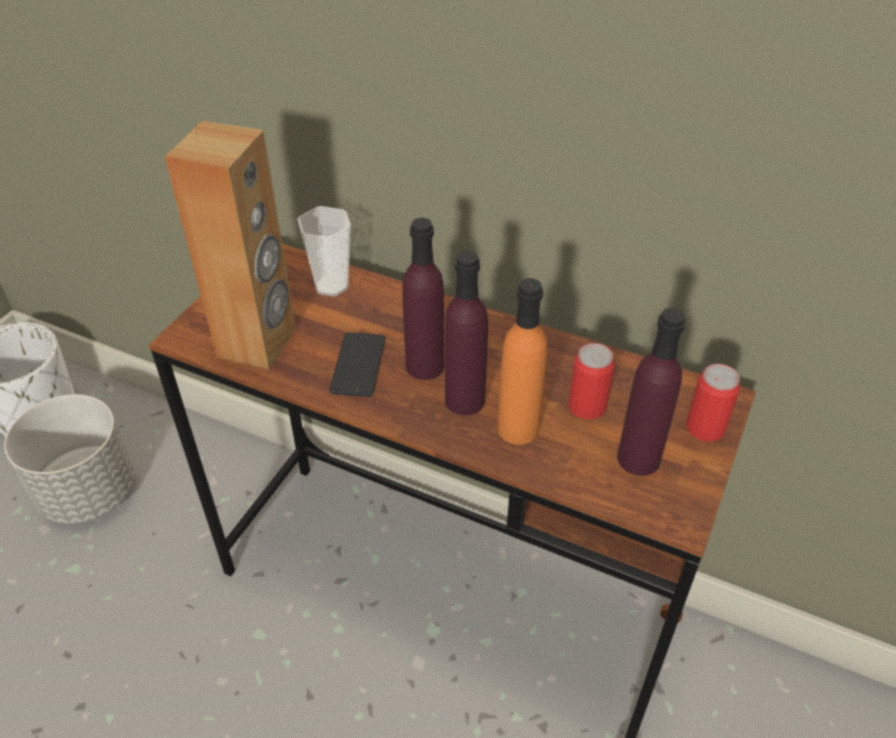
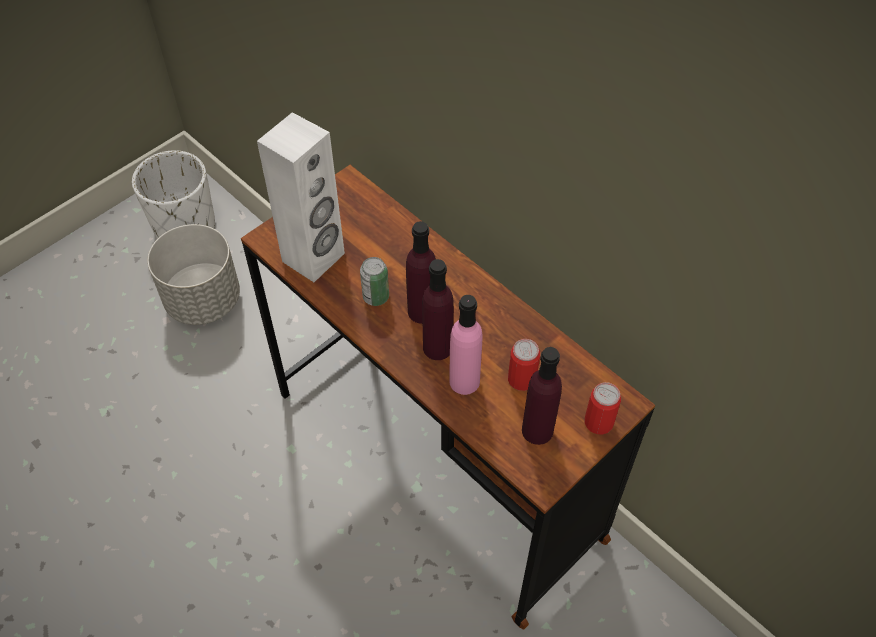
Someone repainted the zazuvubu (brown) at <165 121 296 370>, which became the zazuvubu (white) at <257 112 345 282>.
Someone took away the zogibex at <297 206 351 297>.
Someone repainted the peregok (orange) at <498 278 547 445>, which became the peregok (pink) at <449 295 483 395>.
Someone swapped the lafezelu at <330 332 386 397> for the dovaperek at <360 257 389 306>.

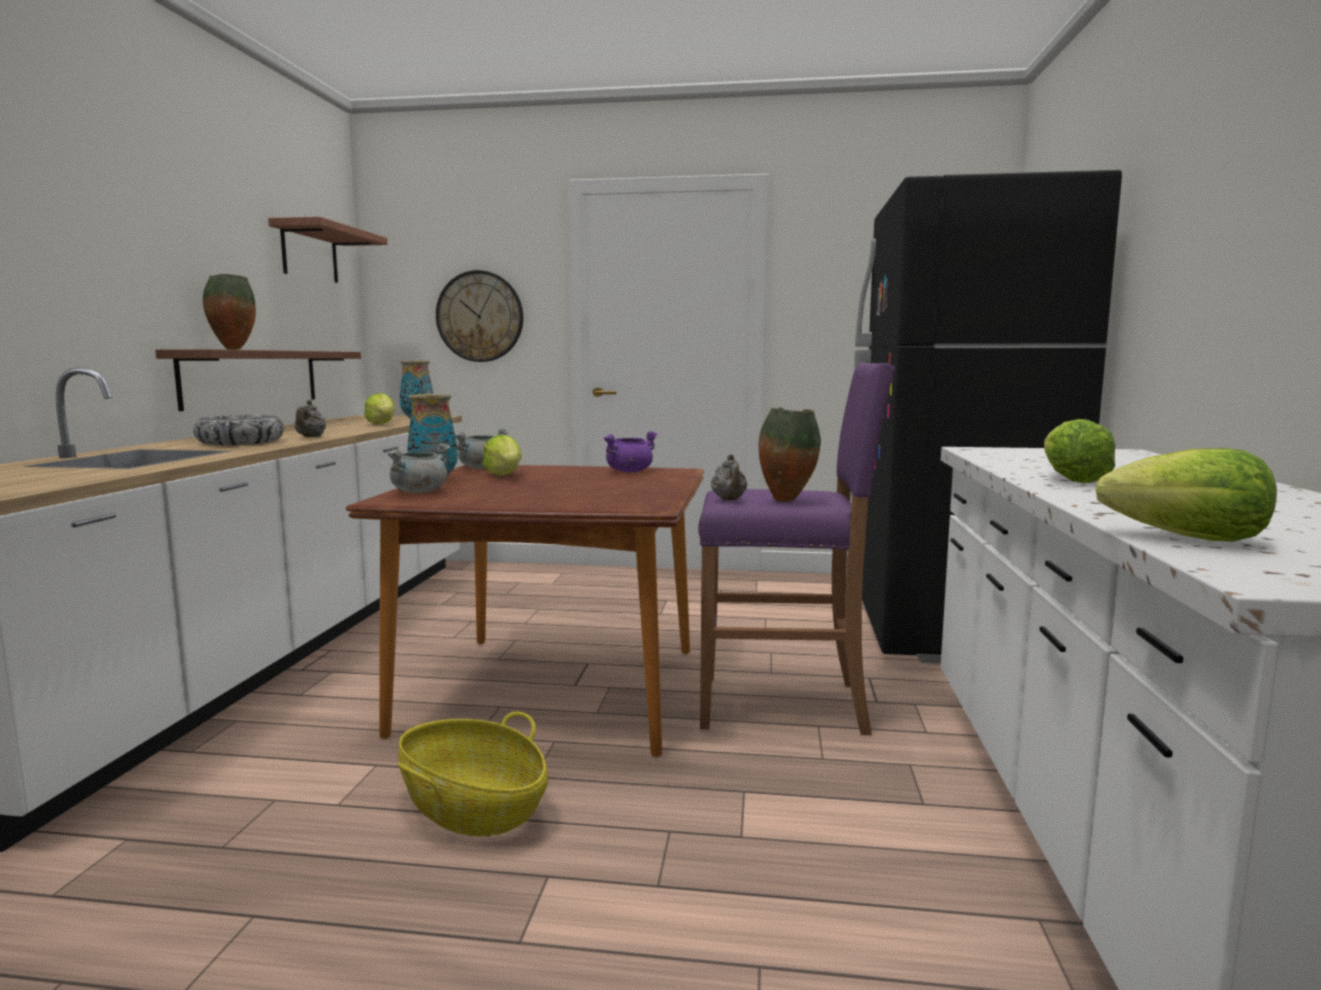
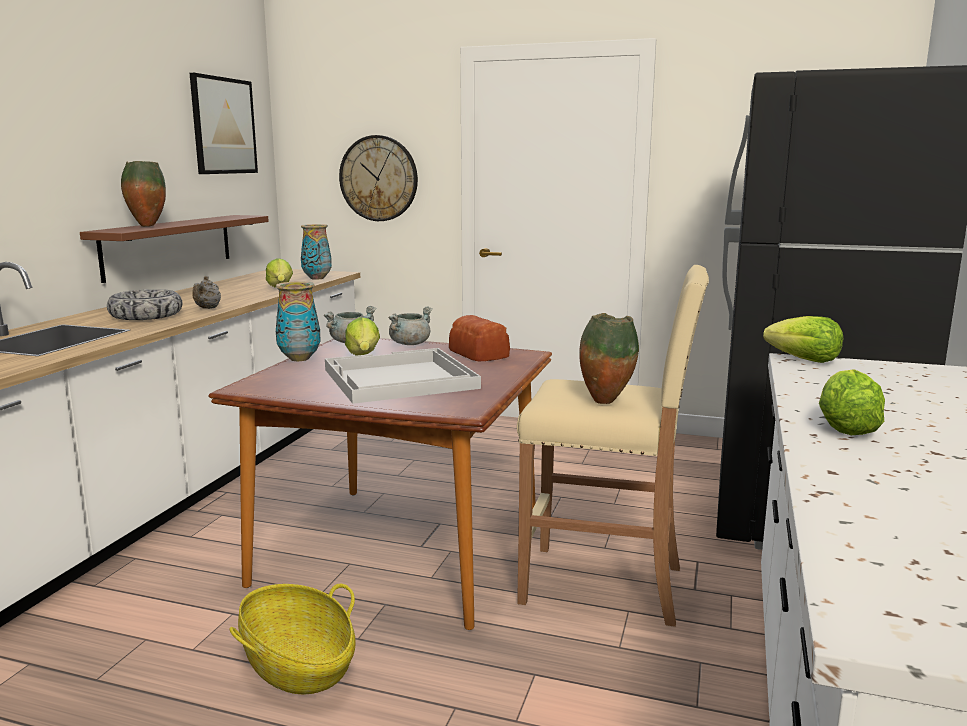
Someone swapped the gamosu at <268 217 388 283> for the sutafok at <190 73 258 174>.
Someone repainted the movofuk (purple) at <698 362 895 735>, which became the movofuk (beige) at <517 265 709 627>.
Someone swapped the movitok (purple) at <604 431 658 472> for the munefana at <449 315 510 361>.
Someone carried the movitok (grey) from <387 443 450 493> to <388 307 433 345>.
Someone carried the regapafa from <1095 448 1277 542> to <763 316 843 363>.
Someone took away the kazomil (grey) at <711 454 747 500>.
Someone put down the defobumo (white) at <325 348 481 404>.

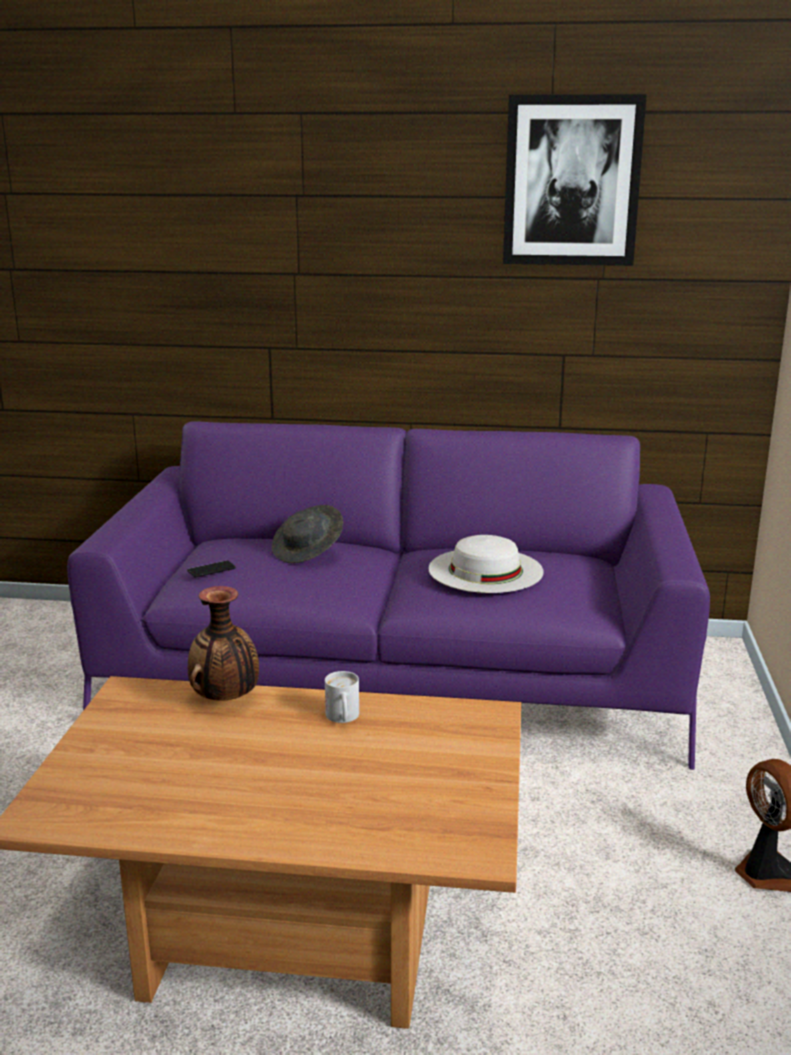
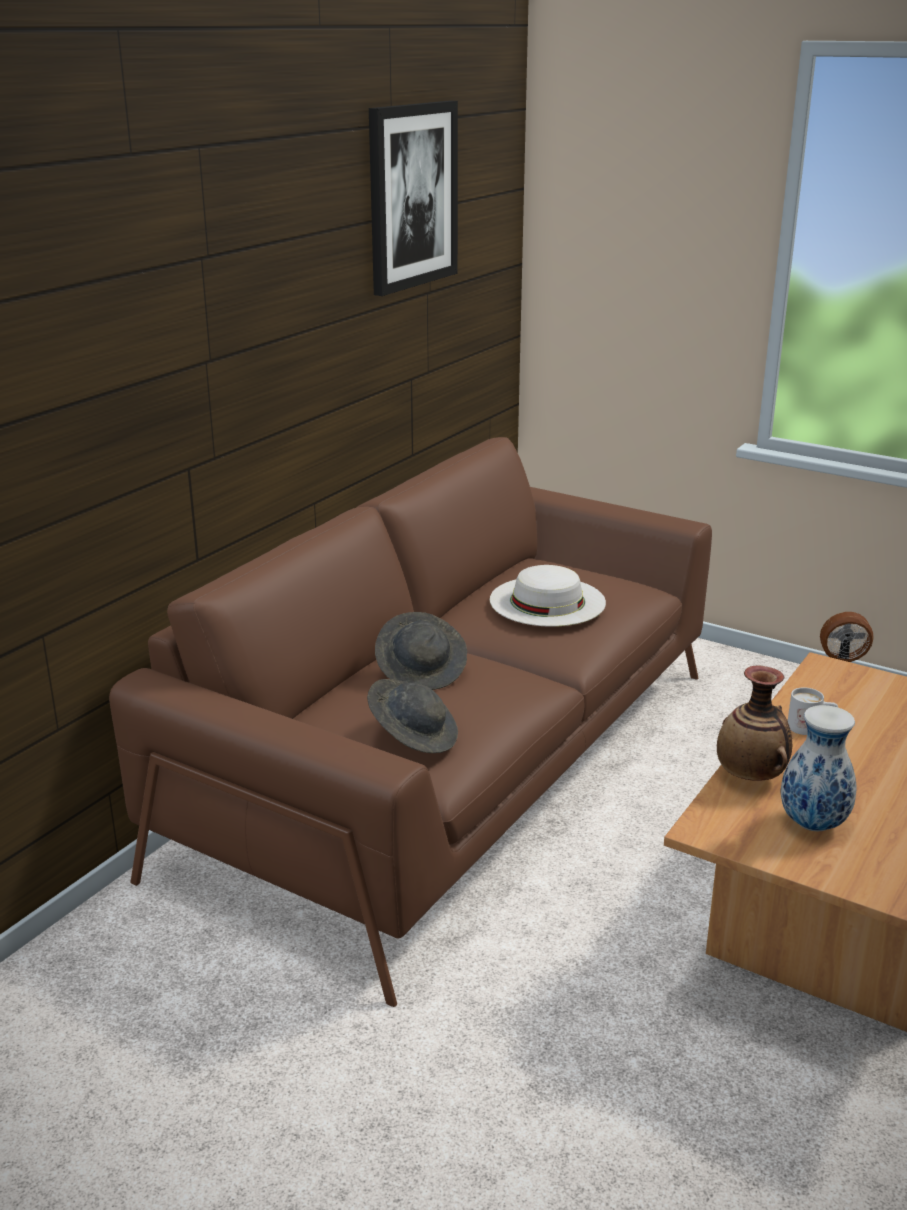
Someone repainted the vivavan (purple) at <67 421 710 770>, which became the vivavan (brown) at <109 437 712 1007>.
Someone swapped the lafezelu at <187 560 236 577> for the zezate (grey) at <367 679 458 753>.
Someone put down the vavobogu at <781 705 857 831>.

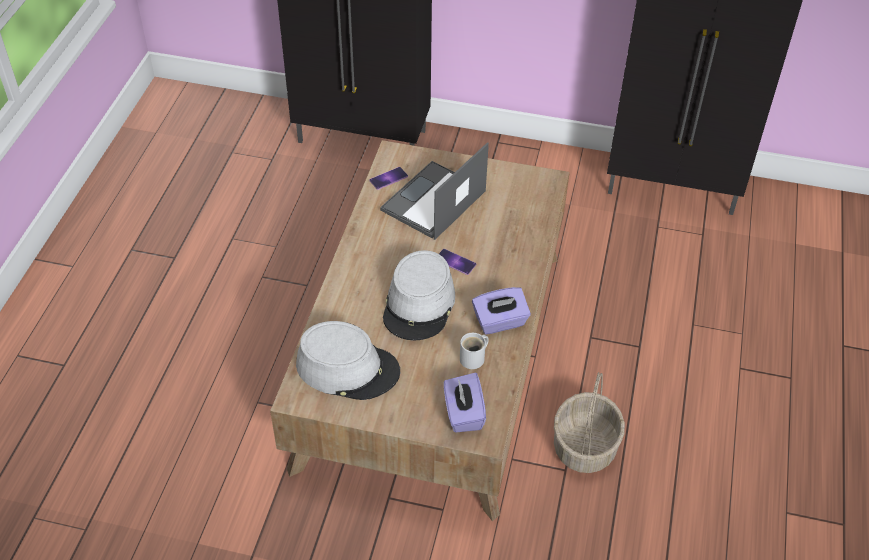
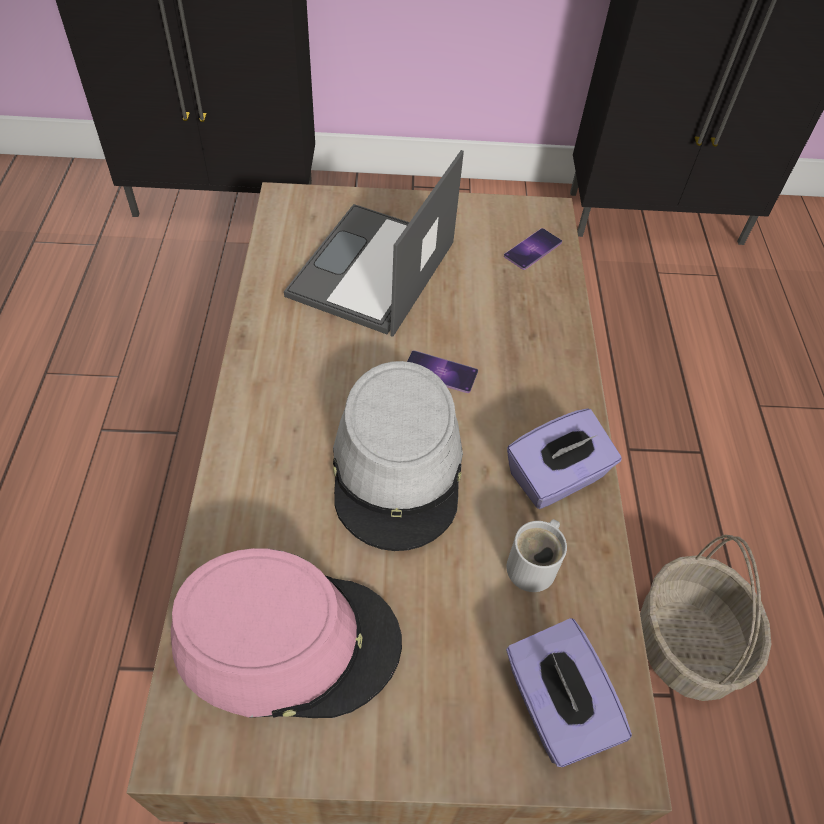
Someone carried the lafezelu from <369 167 408 190> to <504 228 562 270>.
Someone repainted the zezate (grey) at <296 321 400 400>, which became the zezate (pink) at <171 548 402 718>.

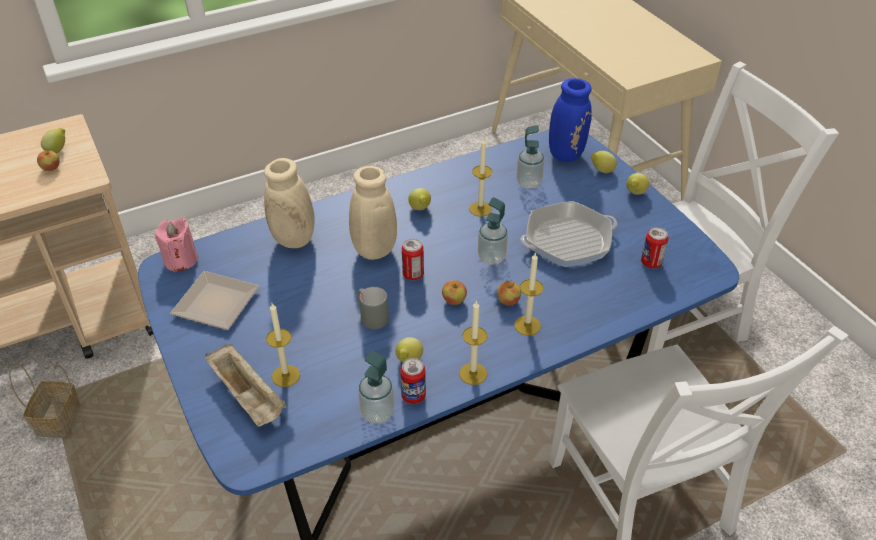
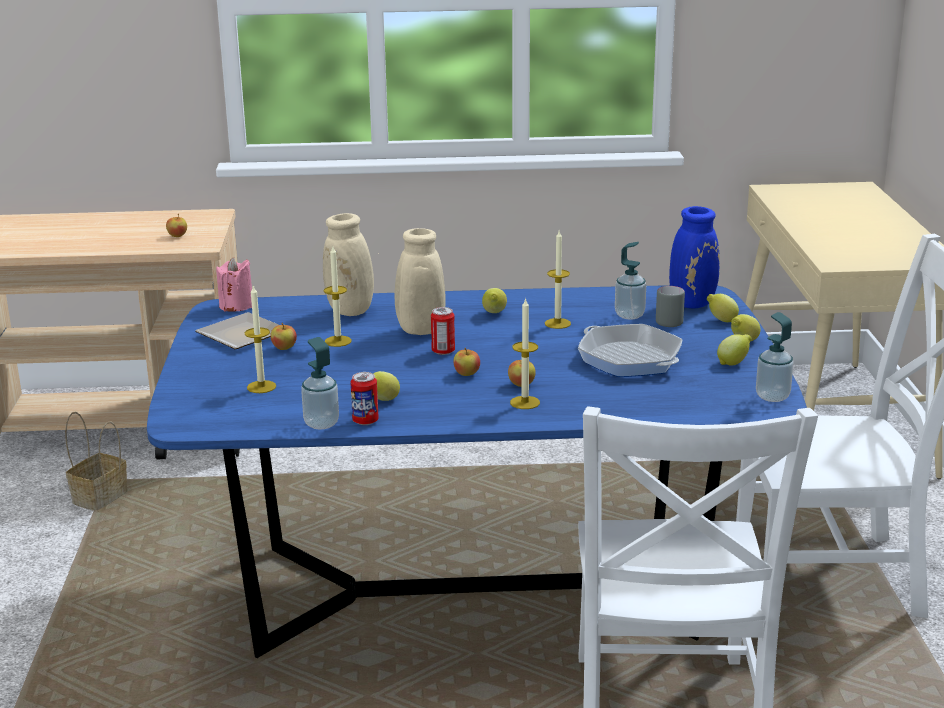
Someone carried the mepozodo from <41 128 65 153> to <717 334 752 366>.
Someone carried the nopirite from <478 197 508 265> to <756 312 794 402>.
Someone rotated the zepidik at <520 201 617 267> by 135 degrees counterclockwise.
Someone took away the dovaperek at <641 227 669 268>.
Someone carried the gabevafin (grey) from <357 287 389 329> to <656 286 685 327>.
Someone carried the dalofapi from <459 300 487 385> to <324 247 352 347>.
Someone took away the defobumo (beige) at <205 344 286 427>.
Someone put down the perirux at <270 323 297 350>.

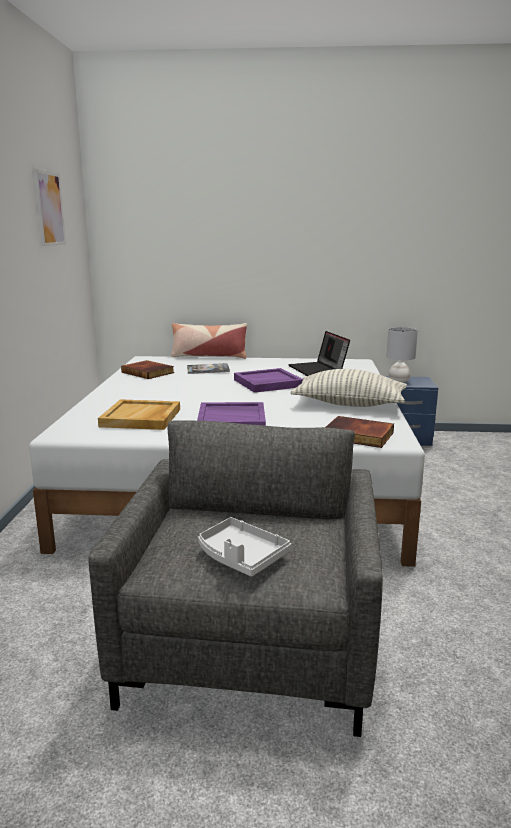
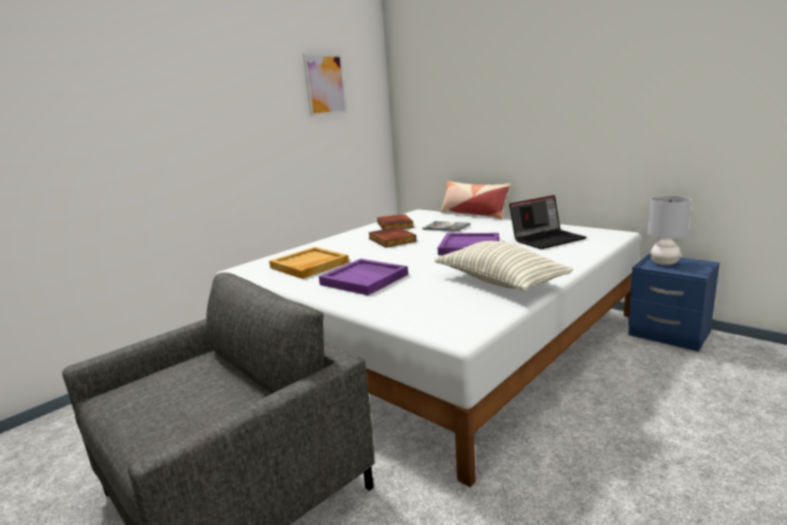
Someone rotated the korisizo at <288 331 350 376> by 135 degrees counterclockwise.
Someone carried the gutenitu from <326 416 394 448> to <368 227 416 248>.
Someone took away the defobumo (grey) at <198 517 291 577>.

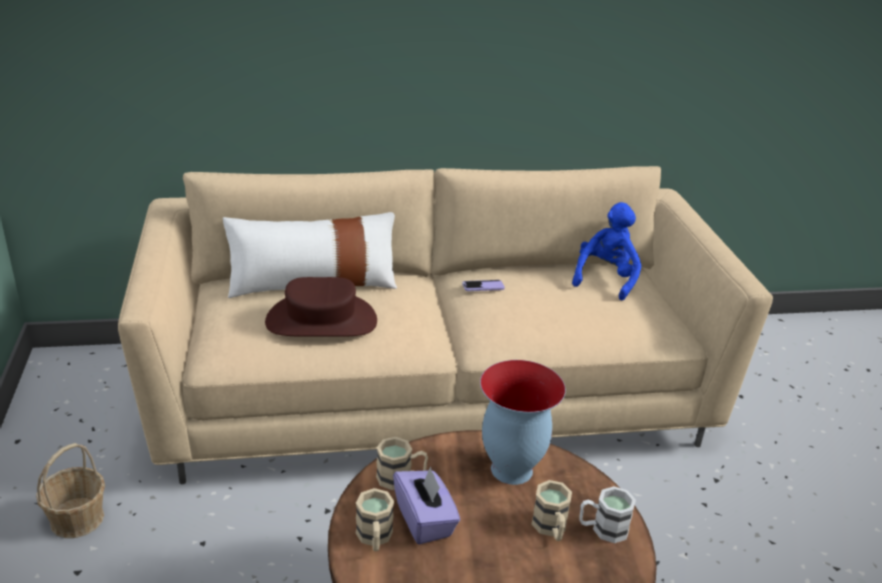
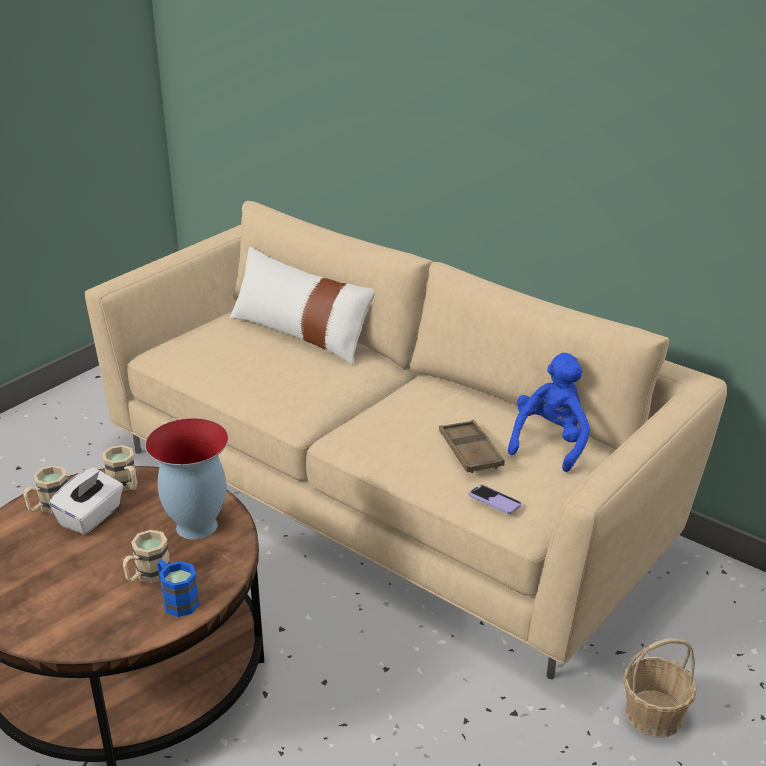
Someone rotated the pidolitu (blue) at <572 202 641 301> by 45 degrees counterclockwise.
Someone took away the zezate (brown) at <265 277 377 337>.
Someone carried the lafezelu from <462 280 505 291> to <468 485 521 514>.
Someone carried the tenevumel from <36 443 105 538> to <623 638 697 738>.
Someone repainted the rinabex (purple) at <393 466 460 544>, which became the rinabex (white) at <49 467 124 535>.
Someone repainted the gabevafin (white) at <579 486 636 543>, which became the gabevafin (blue) at <157 560 200 617>.
Someone put down the defobumo (brown) at <439 420 505 473>.

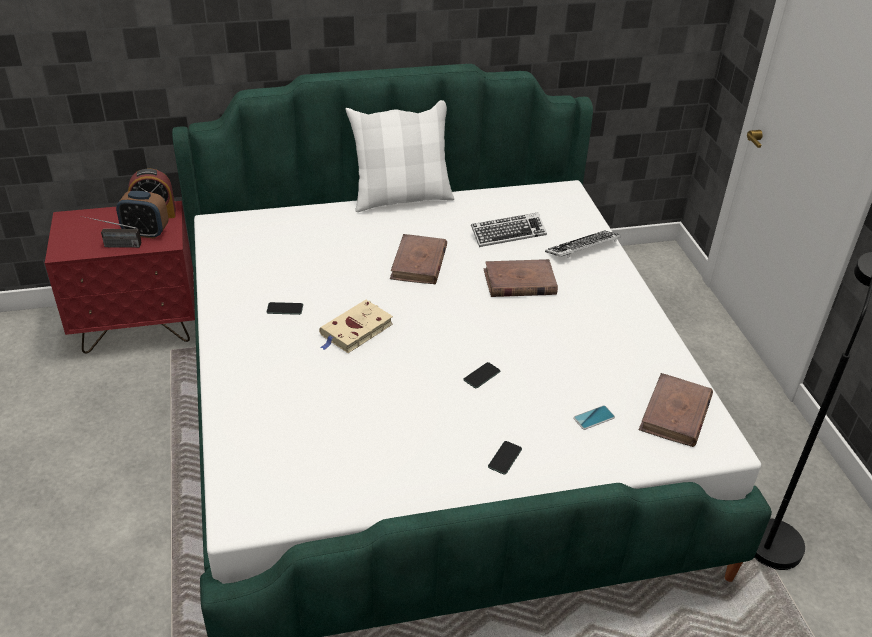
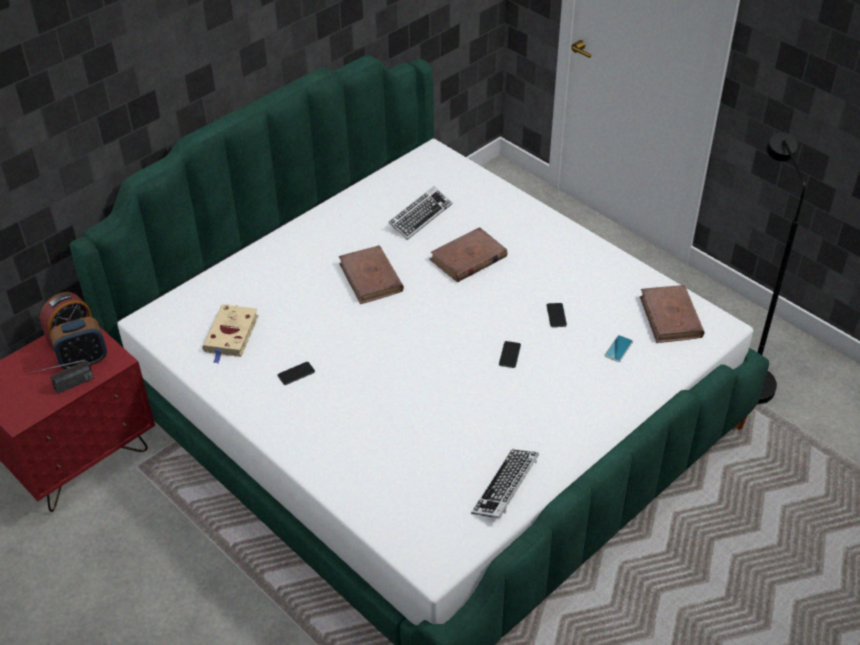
Someone took away the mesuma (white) at <346 100 454 212>.
Someone carried the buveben from <545 230 621 258> to <471 449 539 519>.
Someone carried the gutenitu (beige) from <319 300 393 353> to <202 304 259 364>.
Someone carried the lafezelu from <488 441 522 475> to <547 303 567 327>.

